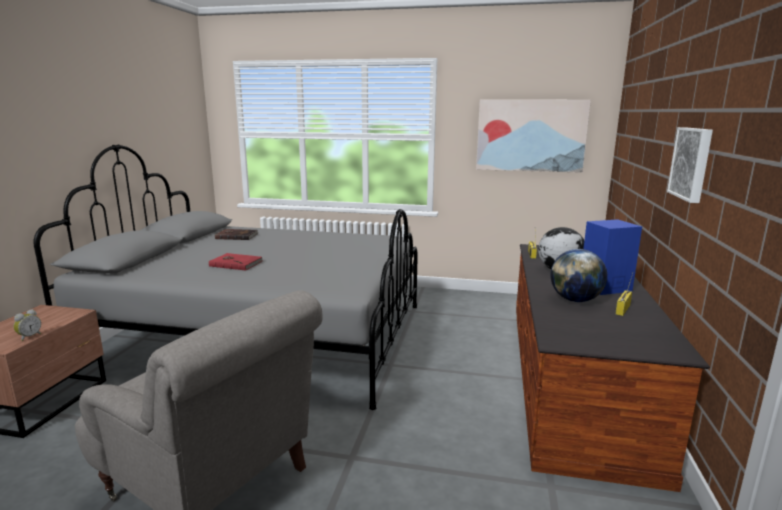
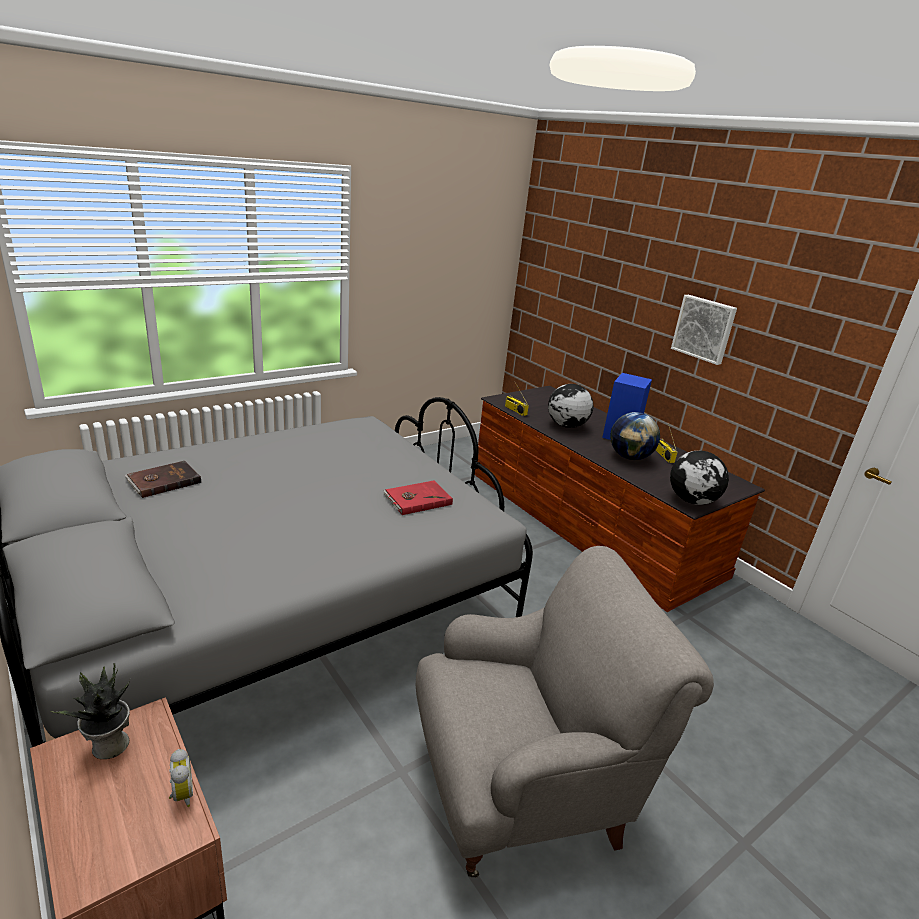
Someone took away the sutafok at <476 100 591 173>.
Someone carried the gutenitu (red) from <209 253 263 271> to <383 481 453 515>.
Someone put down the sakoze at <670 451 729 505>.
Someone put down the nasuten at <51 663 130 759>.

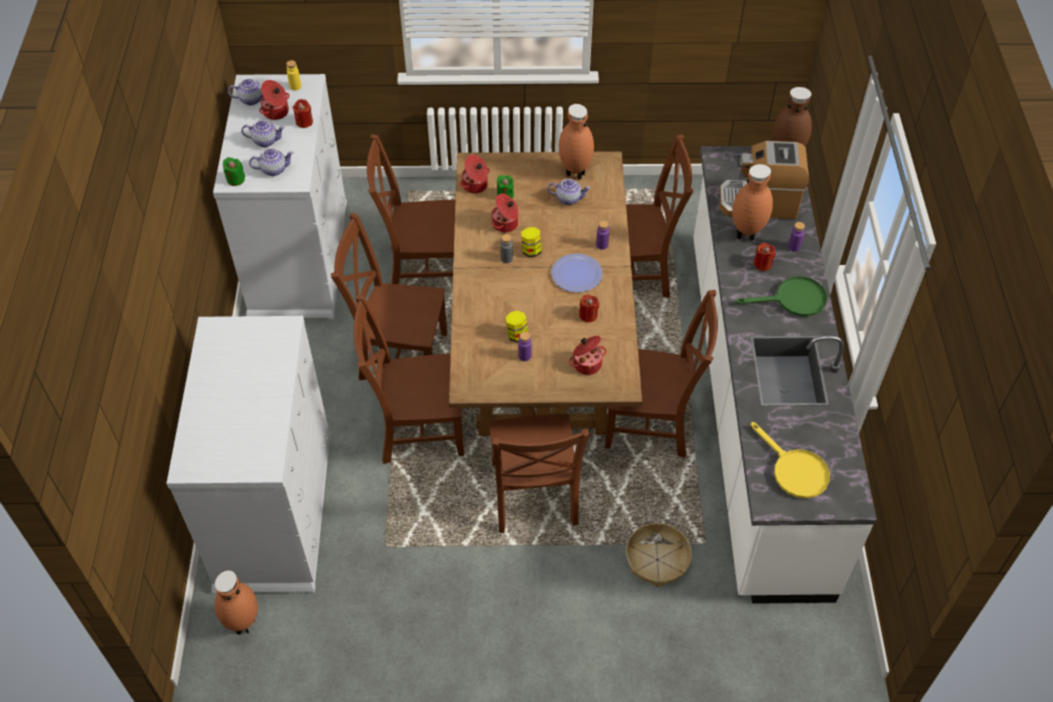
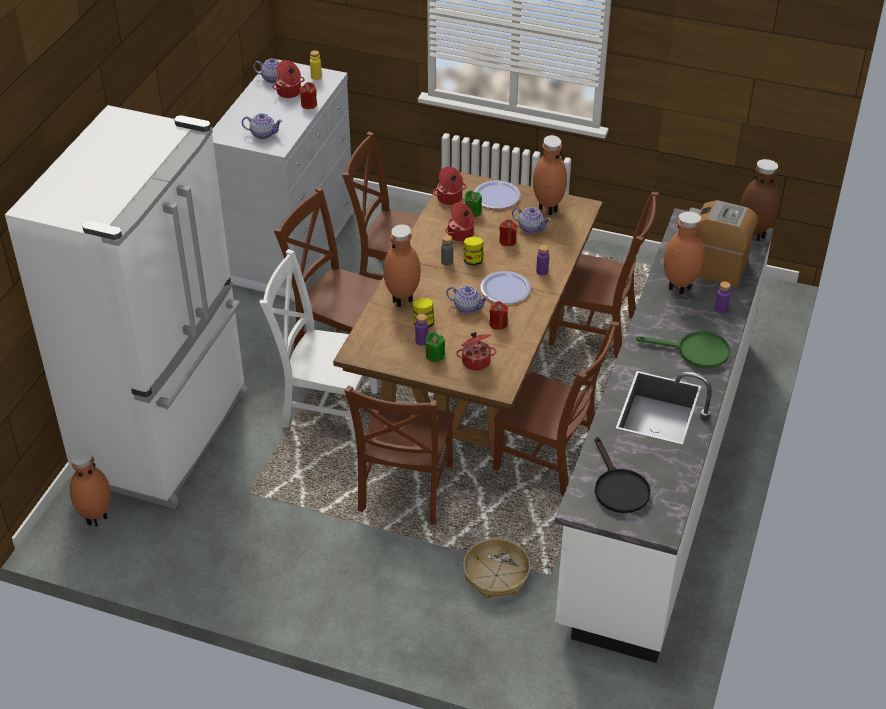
Someone carried the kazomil from <241 120 285 147> to <446 286 489 313>.
Someone carried the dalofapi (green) from <223 157 245 186> to <425 332 445 362>.
Someone carried the dalofapi (red) from <754 243 776 271> to <499 220 517 246>.
Someone repainted the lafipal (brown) at <353 295 464 464>, which became the lafipal (white) at <260 249 378 440>.
Someone swapped the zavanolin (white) at <166 316 331 594> for the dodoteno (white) at <5 105 249 509>.
Someone repainted the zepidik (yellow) at <751 422 830 498>, which became the zepidik (black) at <594 437 651 513>.
Someone put down the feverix at <474 181 521 209>.
Someone put down the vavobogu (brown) at <383 224 421 307>.

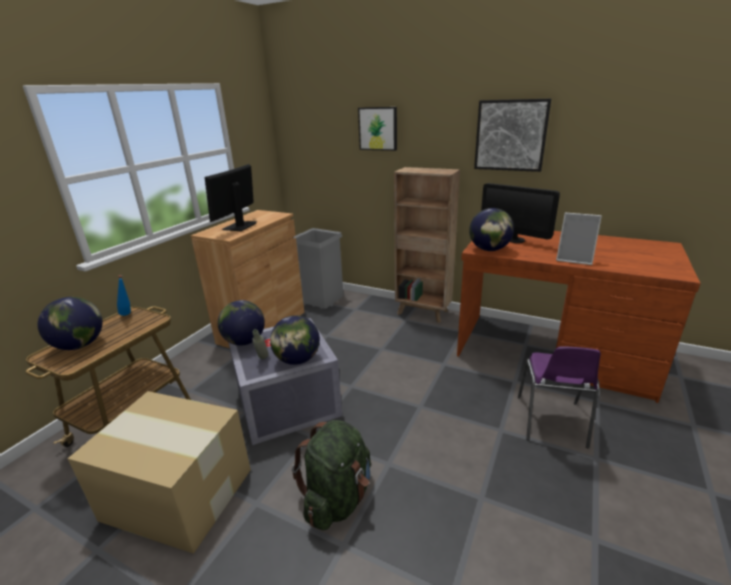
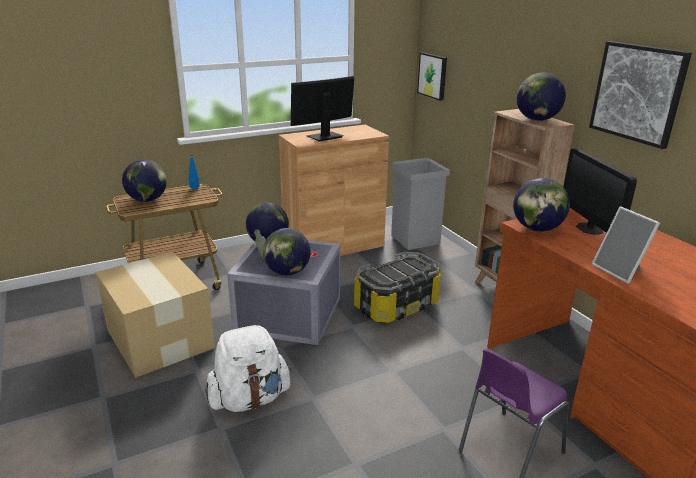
Someone carried the sutafok from <358 107 397 151> to <417 52 447 101>.
Someone repainted the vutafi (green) at <292 420 371 530>, which became the vutafi (white) at <205 325 291 412>.
Someone put down the sakoze at <517 73 566 121>.
Someone put down the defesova at <354 252 441 324>.

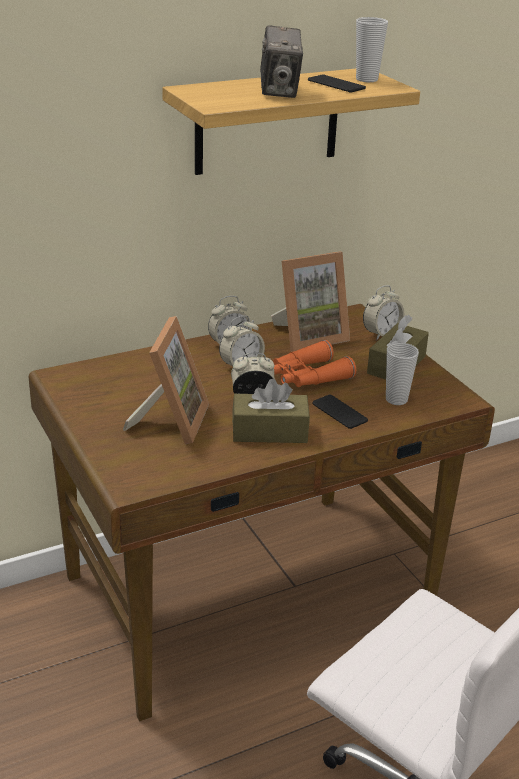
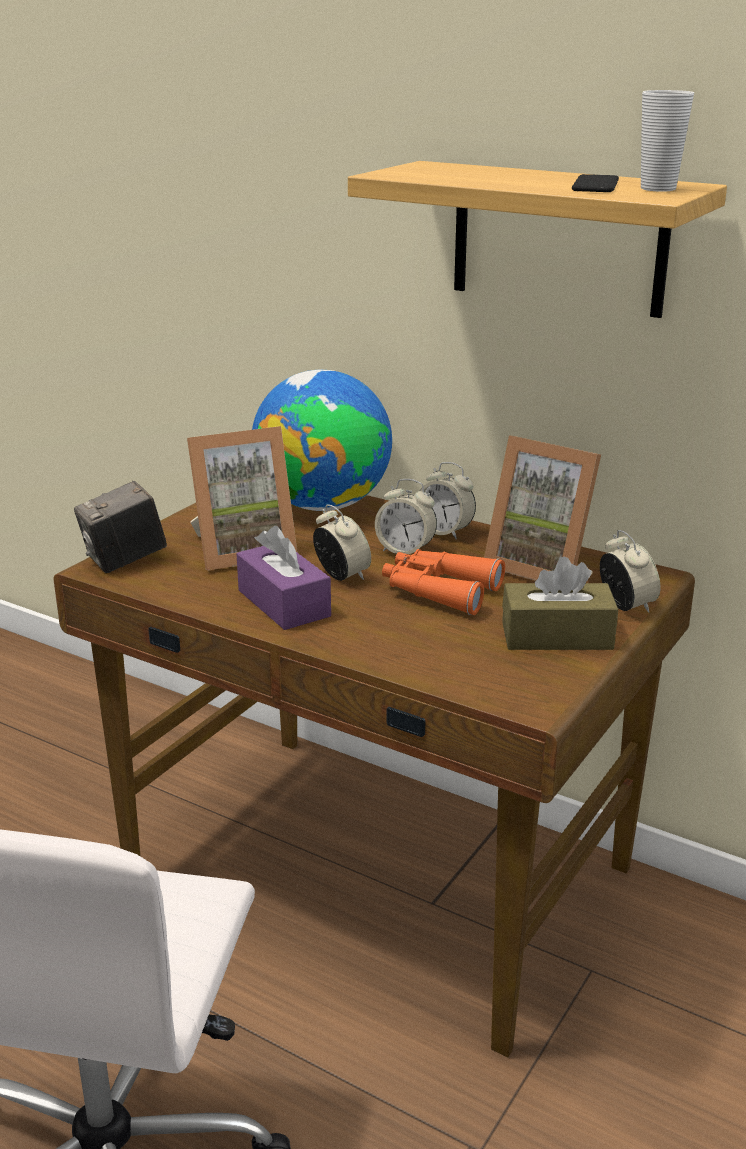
Someone carried the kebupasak from <260 25 303 98> to <74 481 167 573>.
Someone rotated the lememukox at <363 285 405 340> by 135 degrees counterclockwise.
Someone took away the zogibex at <386 343 419 405>.
Someone repainted the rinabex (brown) at <232 379 310 443>, which became the rinabex (purple) at <237 526 331 630>.
Someone took away the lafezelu at <313 395 368 429>.
Someone put down the sakoze at <252 369 392 511>.

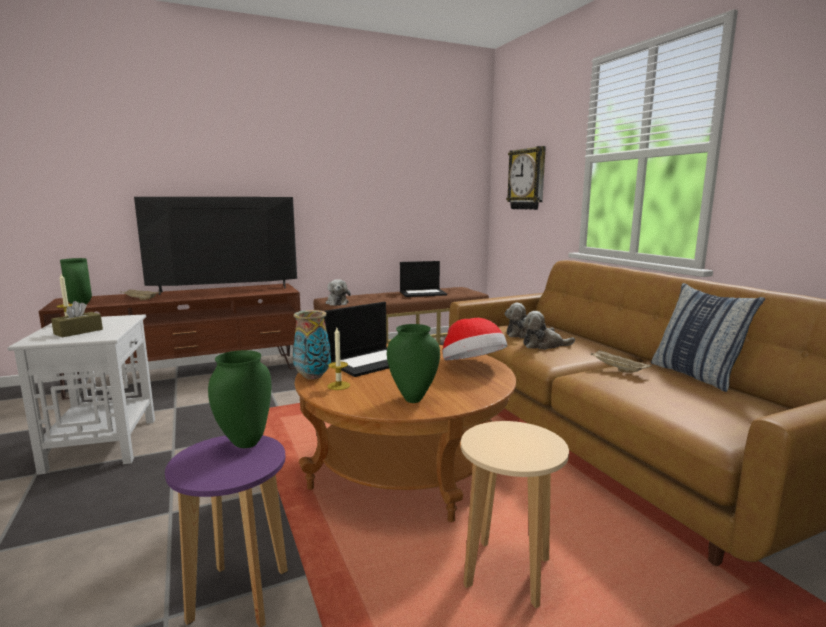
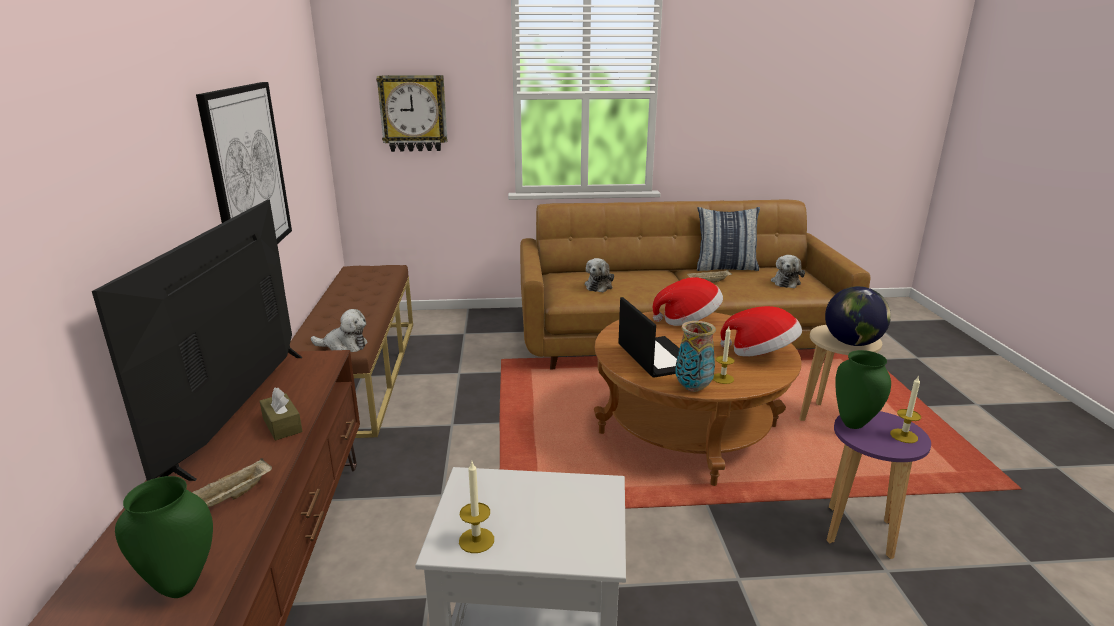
Someone took away the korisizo at <400 261 447 297>.
Someone carried the rinabex (brown) from <51 301 103 337> to <260 388 303 441>.
Someone carried the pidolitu from <521 311 575 350> to <771 255 805 288>.
Someone swapped the vavobogu (green) at <387 324 440 403> for the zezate at <720 306 802 357>.
Someone put up the sutafok at <196 82 292 244>.
Someone put down the sakoze at <825 286 891 346>.
Someone put down the dalofapi at <890 375 921 443>.

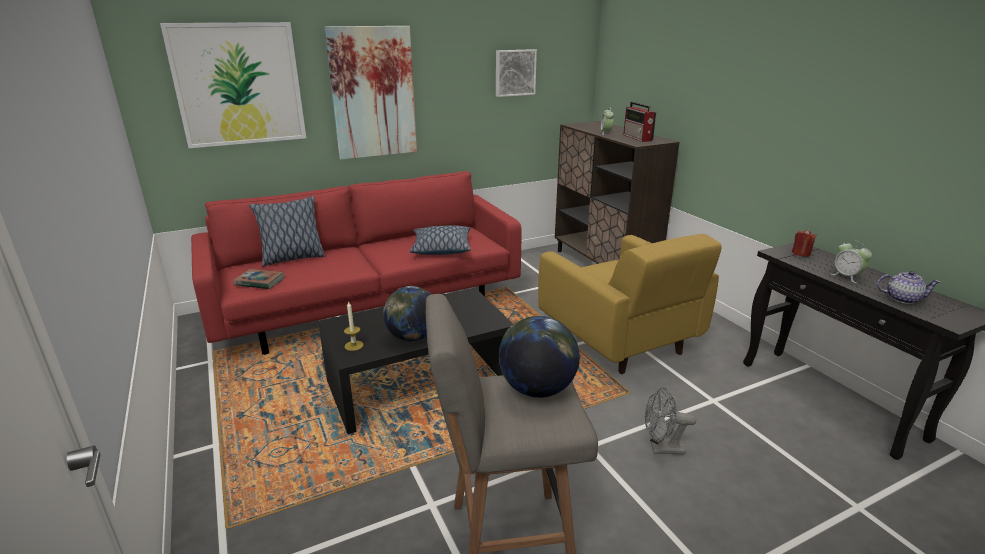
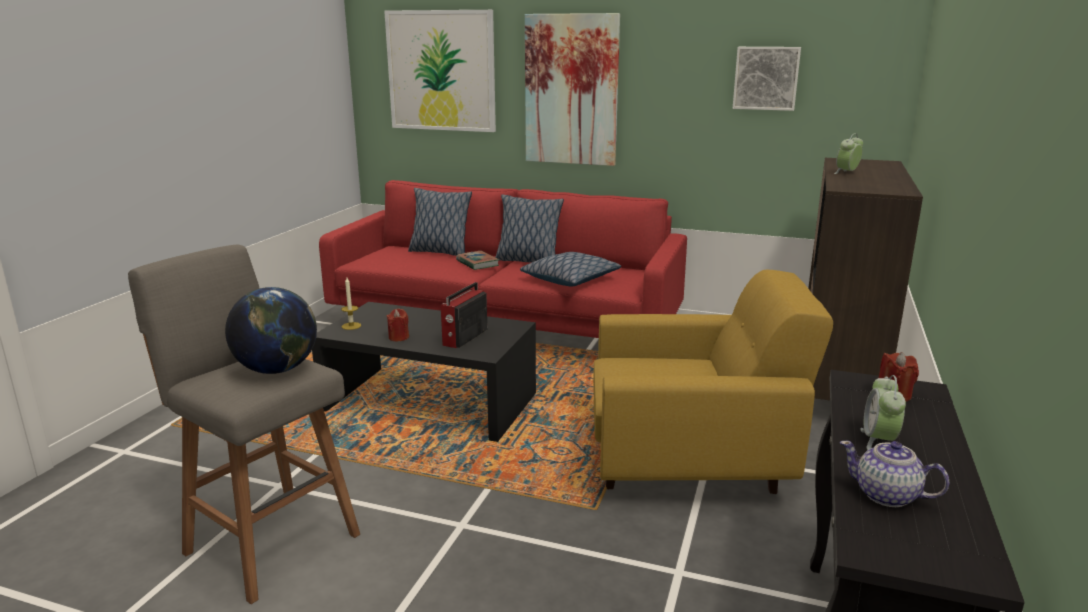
Someone carried the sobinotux from <623 102 656 142> to <441 282 487 348>.
Someone rotated the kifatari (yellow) at <538 234 722 374> by 105 degrees counterclockwise.
Someone carried the gutenitu from <234 269 285 289> to <456 251 499 270>.
Someone rotated the kazomil at <877 271 940 304> by 150 degrees clockwise.
Someone swapped the sakoze at <383 286 431 341> for the dalofapi (red) at <387 308 409 341>.
Someone took away the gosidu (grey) at <645 387 696 455>.
Someone put down the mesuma at <495 194 564 263>.

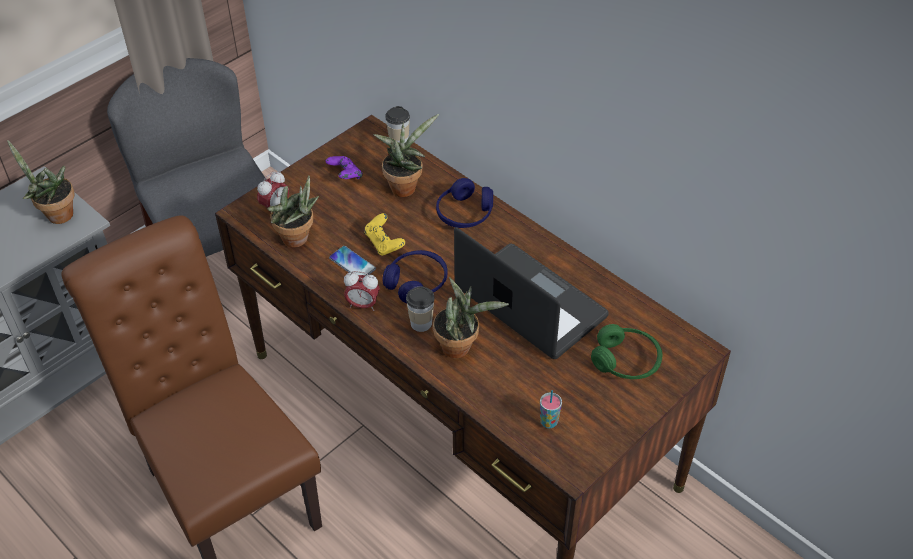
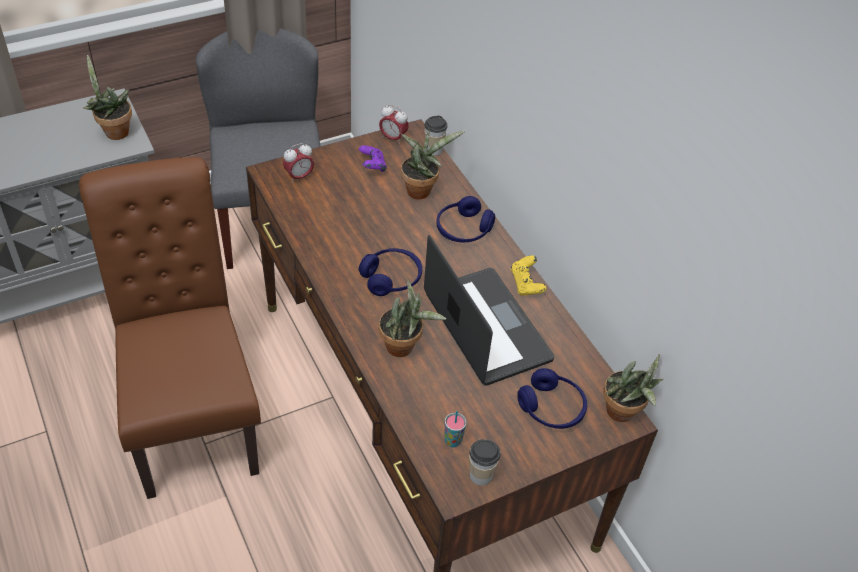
Someone carried the nasuten from <267 175 319 248> to <603 354 663 422>.
Someone carried the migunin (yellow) from <364 213 405 256> to <511 255 546 296>.
Someone took away the lafezelu at <329 246 376 276>.
Someone carried the lememukox from <344 271 380 311> to <379 105 409 144>.
Someone carried the zogibex from <406 287 434 332> to <469 439 500 485>.
Someone repainted the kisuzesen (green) at <591 324 663 379>, which became the kisuzesen (blue) at <517 368 587 429>.

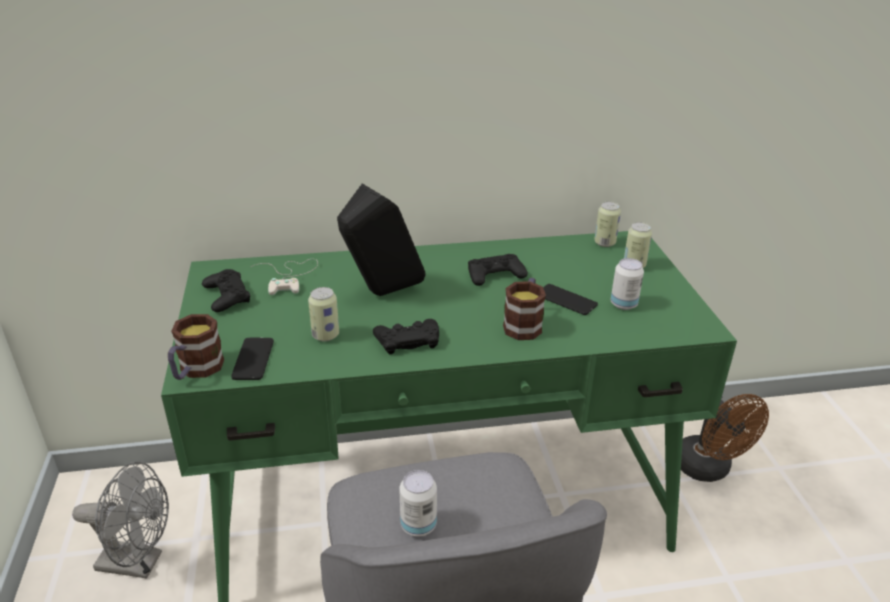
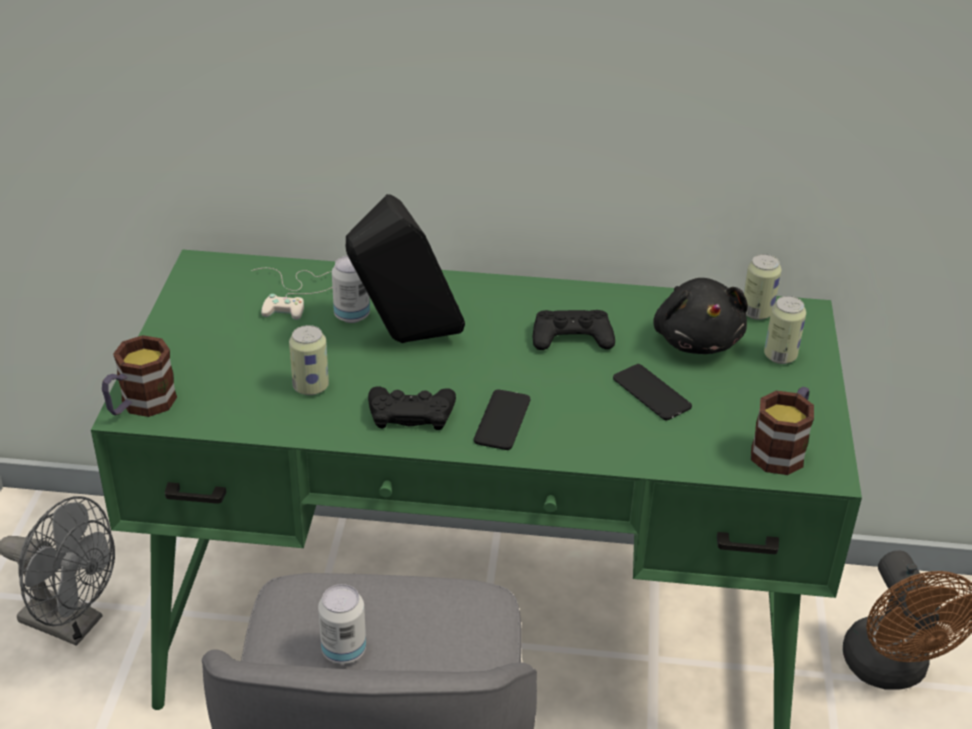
Someone carried the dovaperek from <610 258 644 310> to <332 256 370 323>.
Someone took away the migunin (black) at <202 269 250 312>.
Someone carried the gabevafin from <503 278 546 340> to <751 387 814 475>.
Someone carried the lafezelu from <231 338 274 380> to <474 389 530 450>.
Someone put down the pidolitu (black) at <653 278 748 354>.

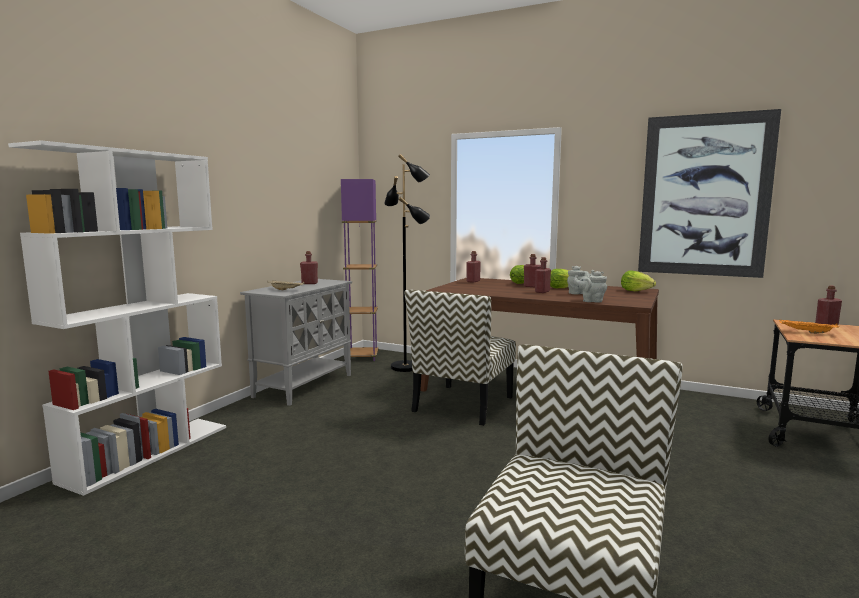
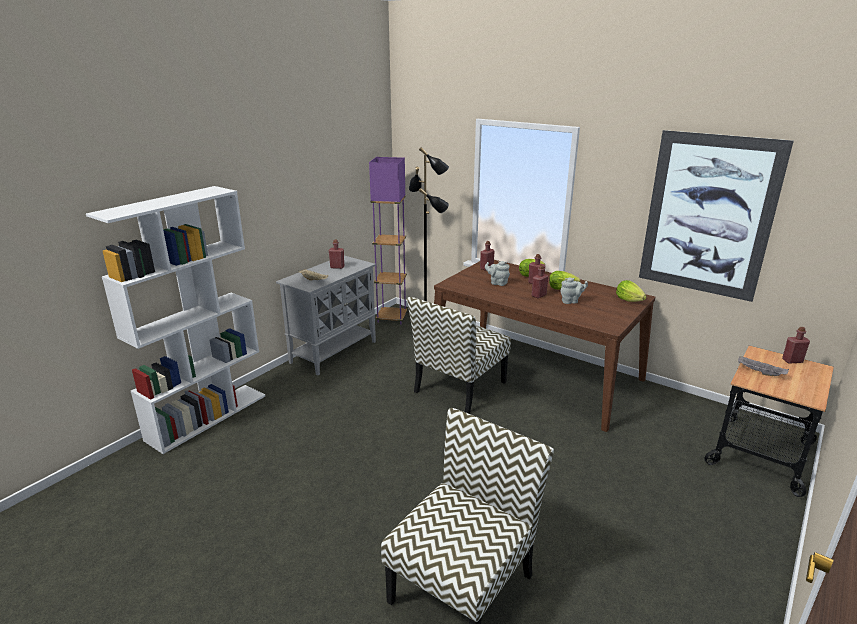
Someone carried the kazomil (grey) from <573 271 607 303> to <485 261 510 286>.
Someone repainted the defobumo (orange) at <779 319 839 334>, which became the defobumo (grey) at <738 356 789 376>.

